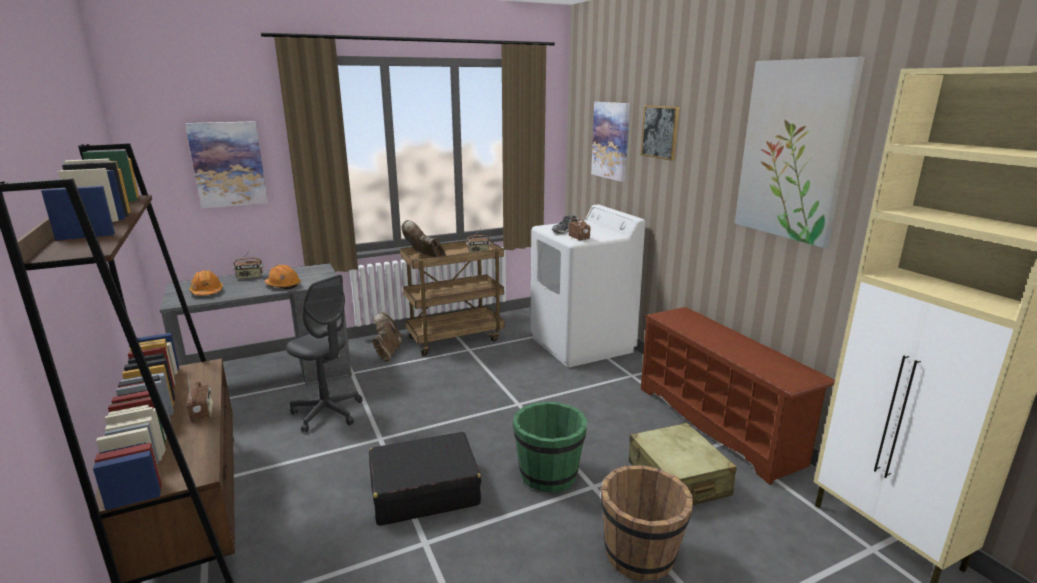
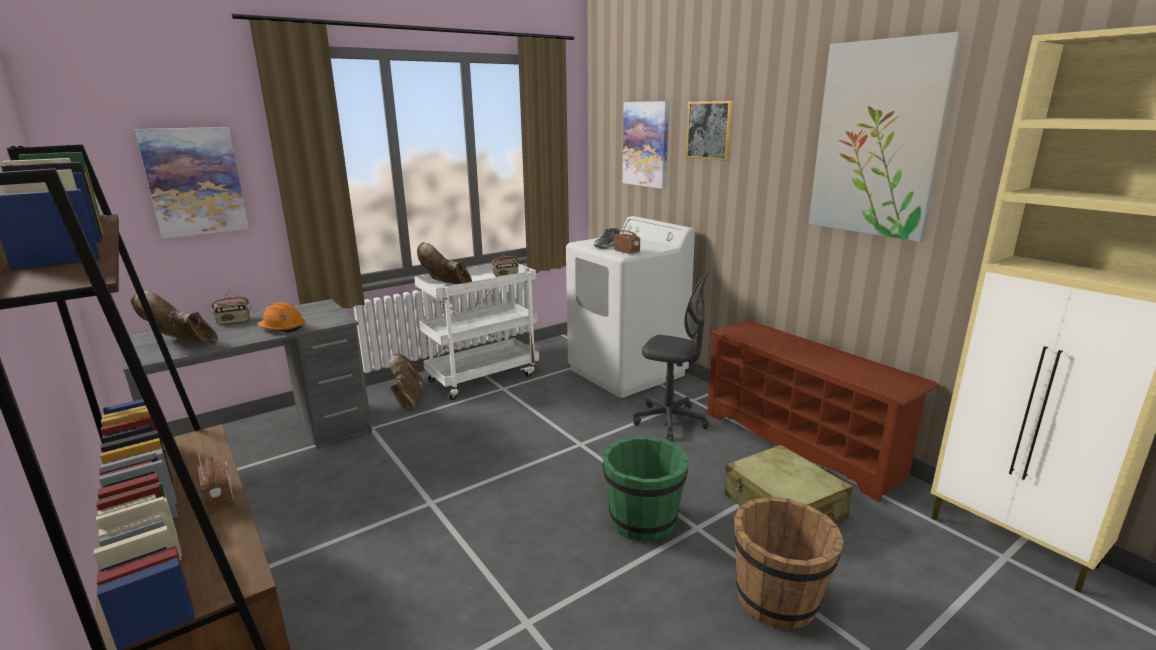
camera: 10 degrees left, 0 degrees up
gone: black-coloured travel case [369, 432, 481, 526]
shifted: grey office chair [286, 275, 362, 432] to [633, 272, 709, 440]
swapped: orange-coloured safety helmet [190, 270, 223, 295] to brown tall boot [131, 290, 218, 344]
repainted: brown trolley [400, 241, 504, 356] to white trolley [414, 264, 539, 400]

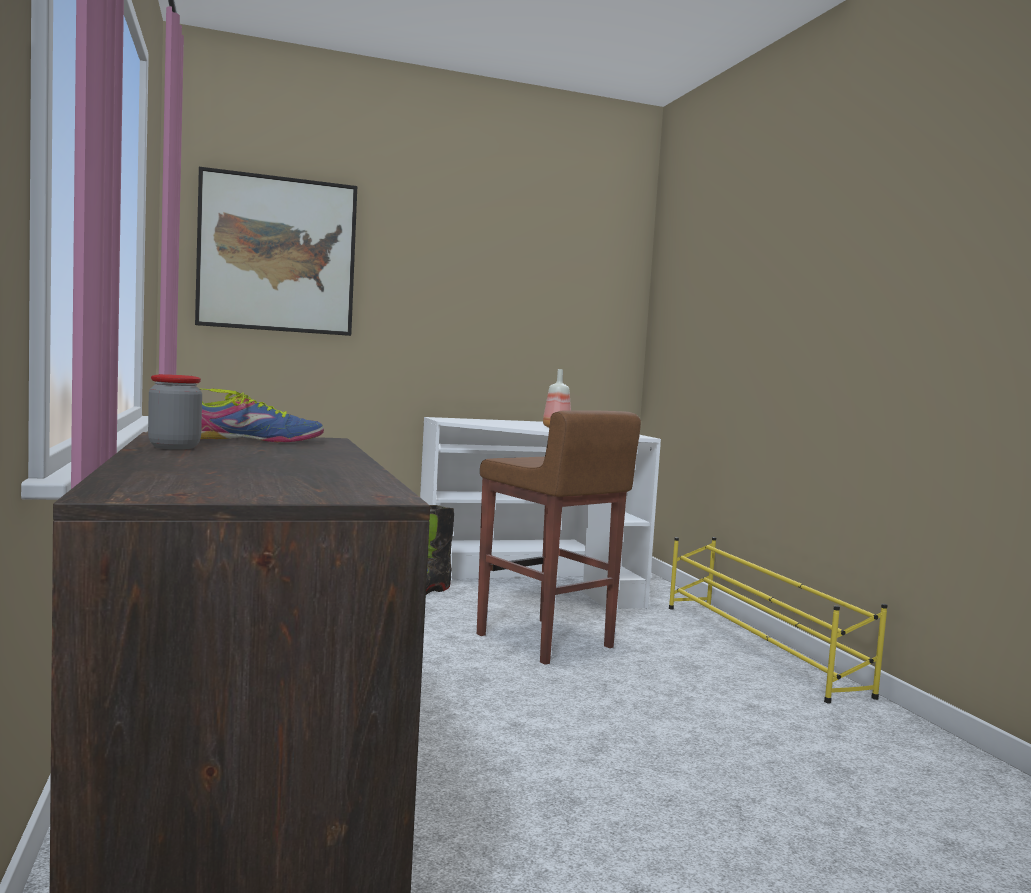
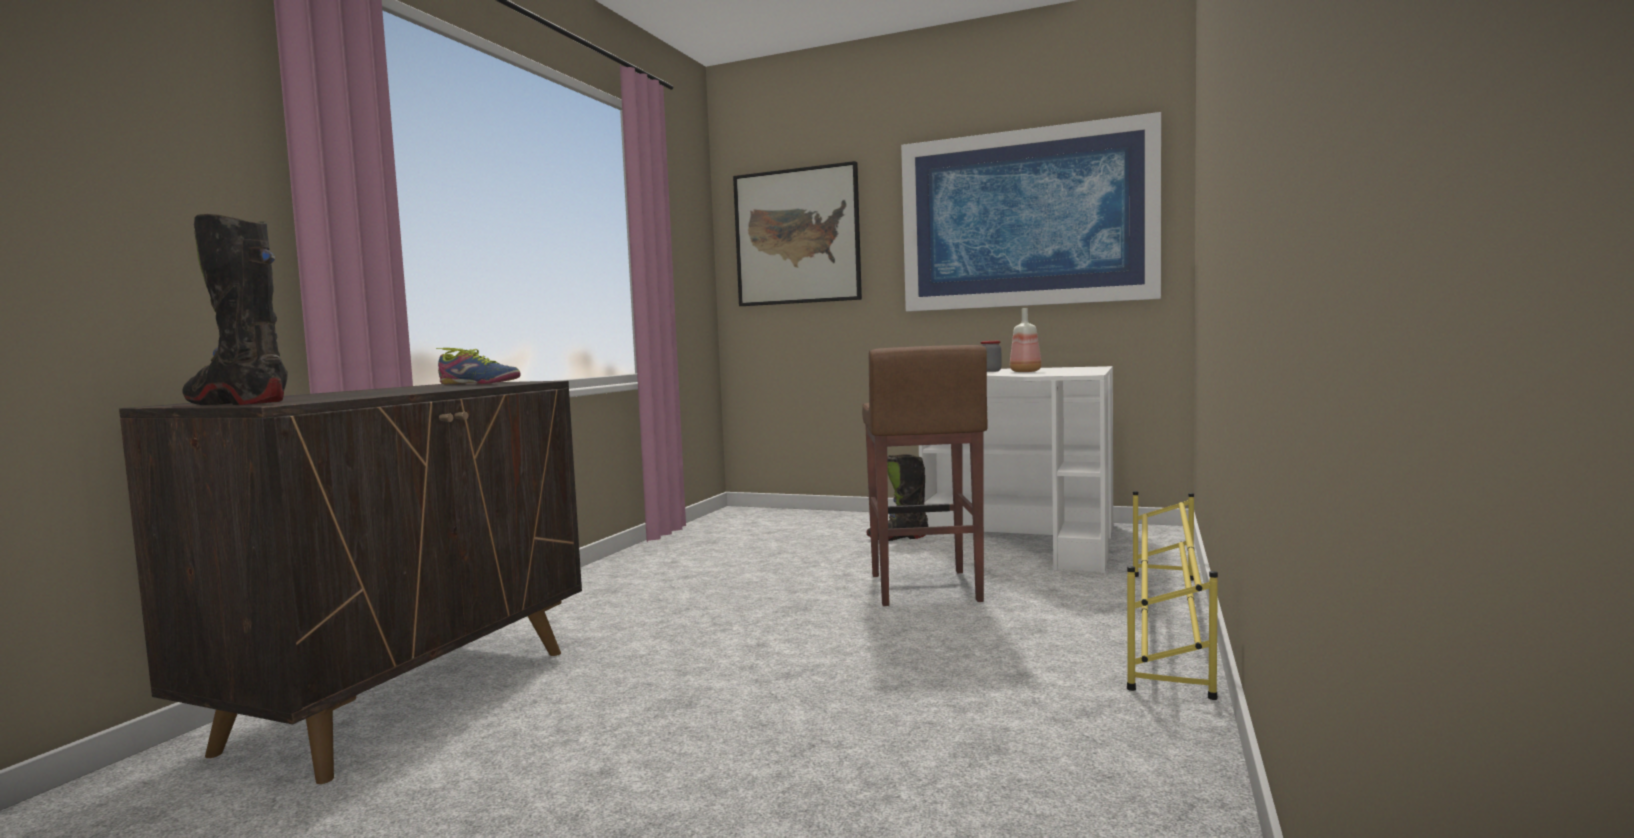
camera: 40 degrees right, 0 degrees up
new: black-coloured tall boot [182, 214, 288, 405]; wall art [901, 112, 1161, 312]
shifted: preserve jar [148, 374, 202, 449] to [980, 341, 1002, 372]

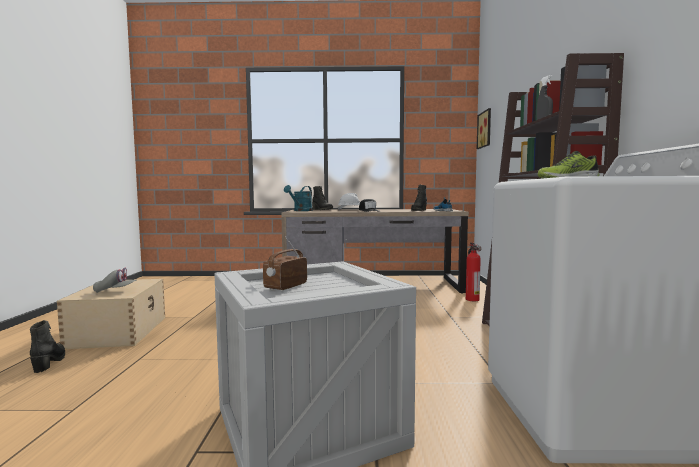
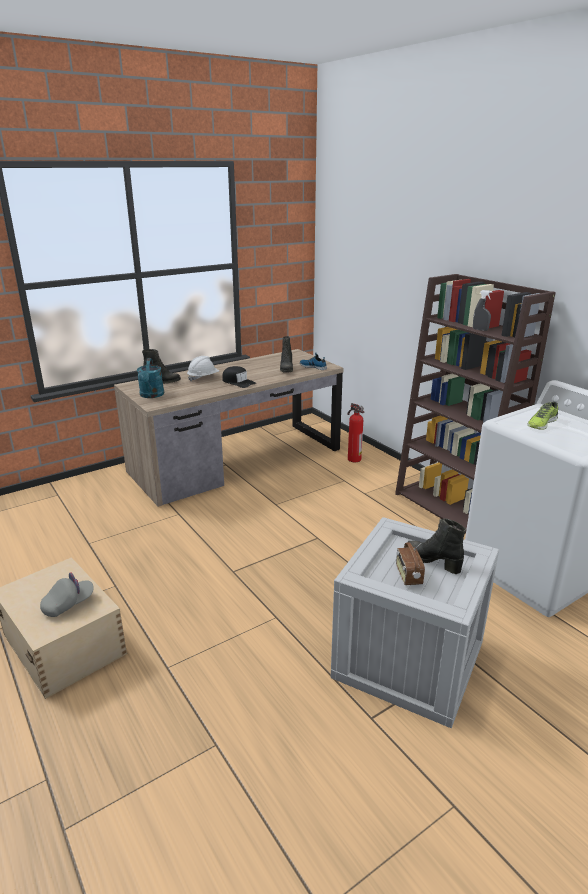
camera: 35 degrees left, 20 degrees up
gone: wall art [477, 108, 491, 149]
shifted: black-coloured tall boot [30, 320, 65, 373] to [408, 518, 466, 574]

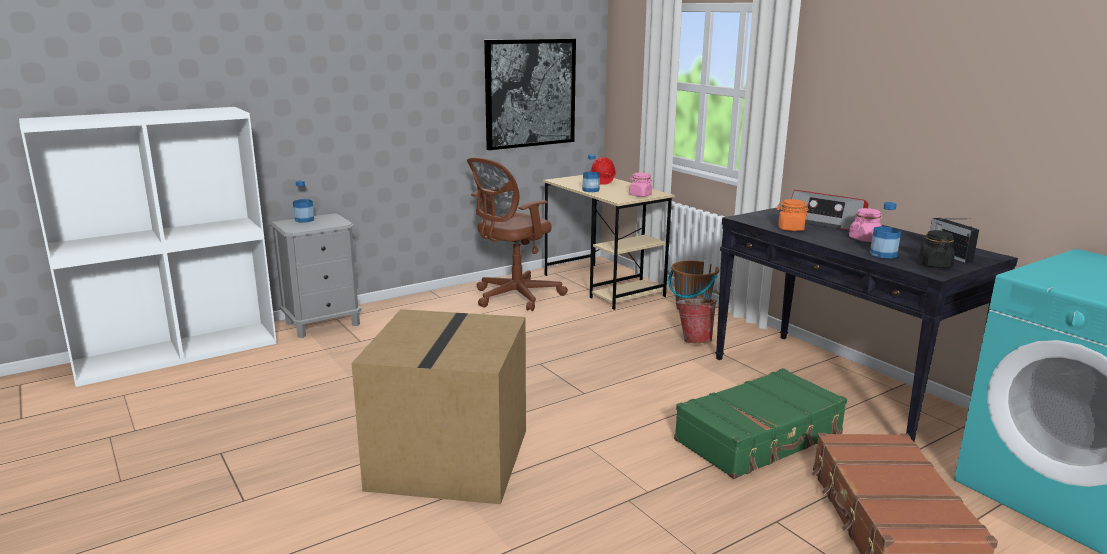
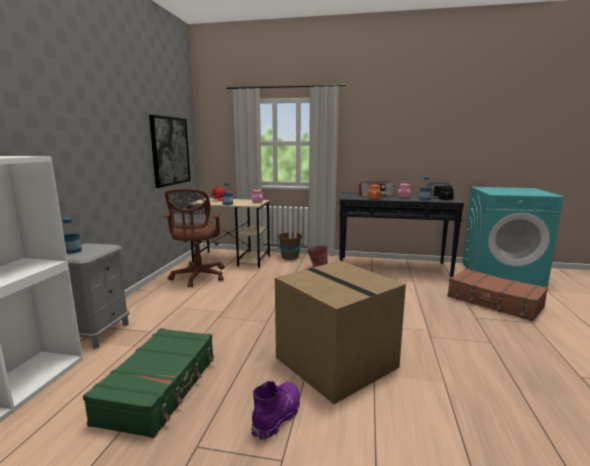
camera: 45 degrees left, 5 degrees down
new: purplish tall boot [251, 381, 300, 441]
shifted: green travel case [674, 368, 847, 479] to [83, 328, 214, 438]

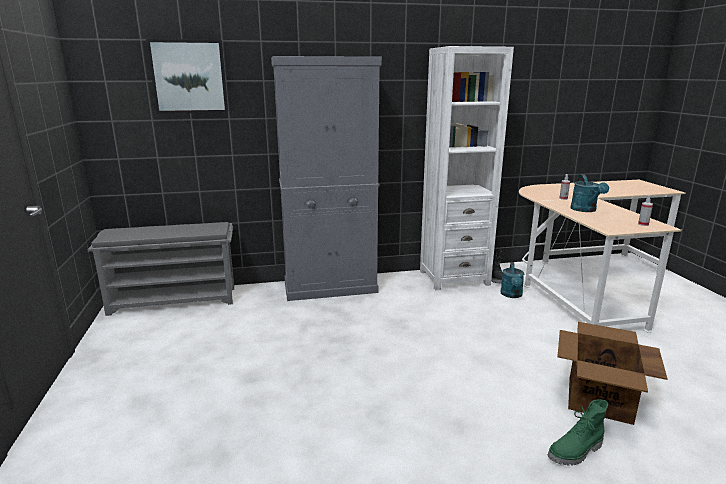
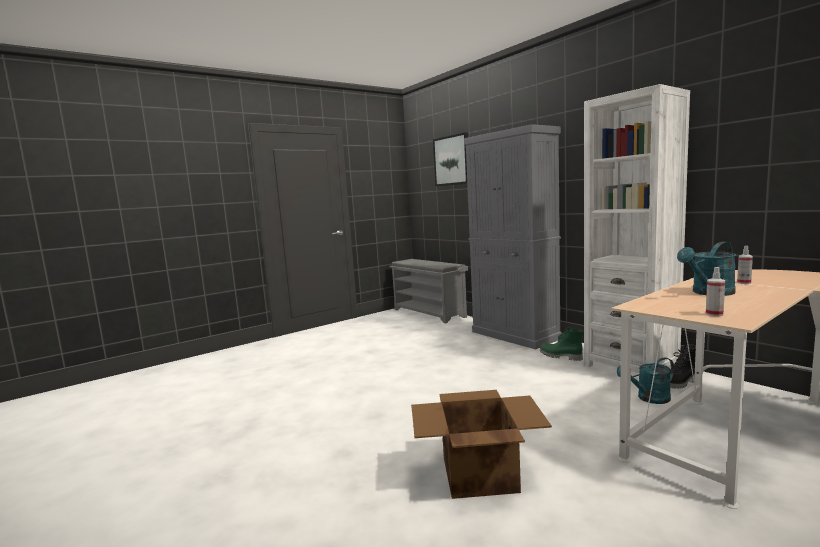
camera: 65 degrees right, 10 degrees down
shifted: green tall boot [548, 400, 608, 466] to [540, 328, 583, 361]

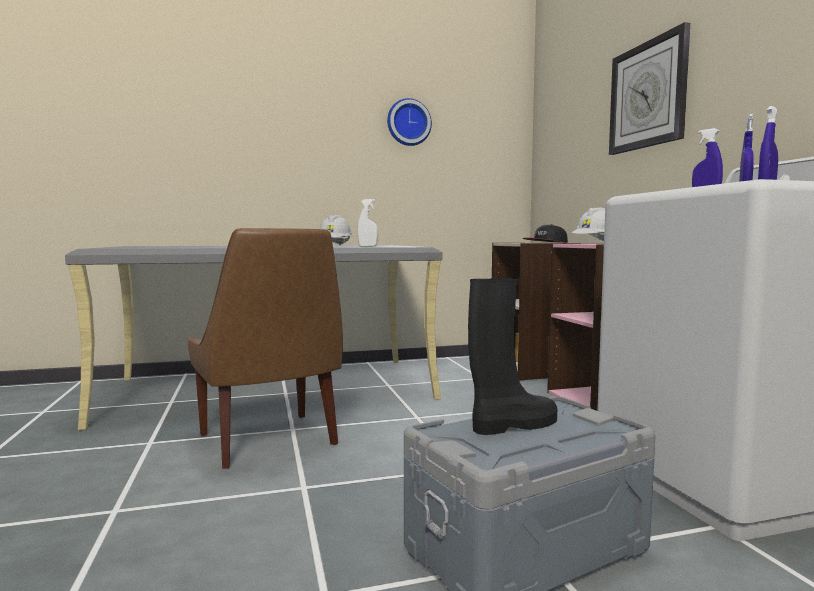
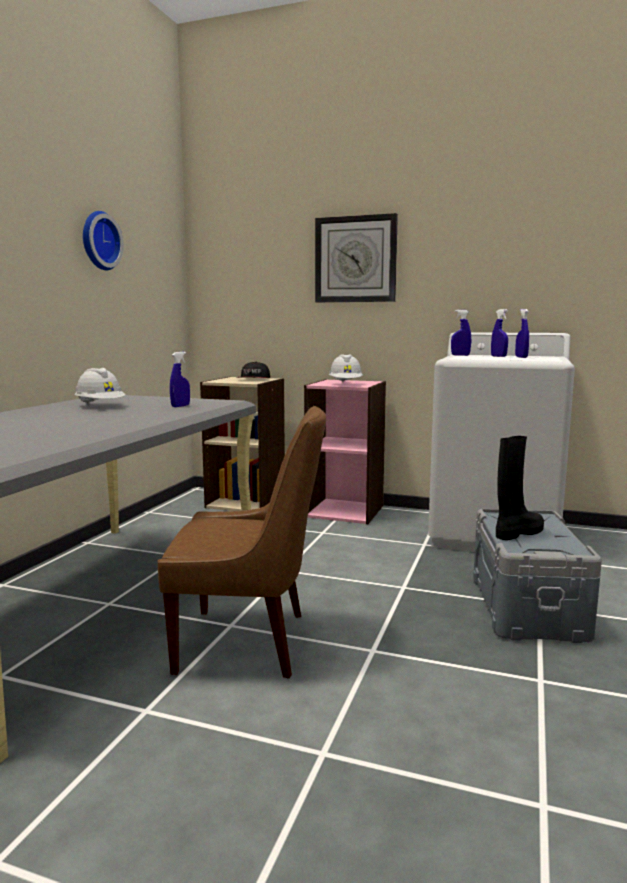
camera: 55 degrees left, 5 degrees up
repainted: white sprayer [357, 199, 378, 247] to bluish sprayer [170, 352, 190, 407]
rotated: black-coloured tall boot [468, 278, 557, 435] = [496, 436, 544, 540] 45 degrees clockwise

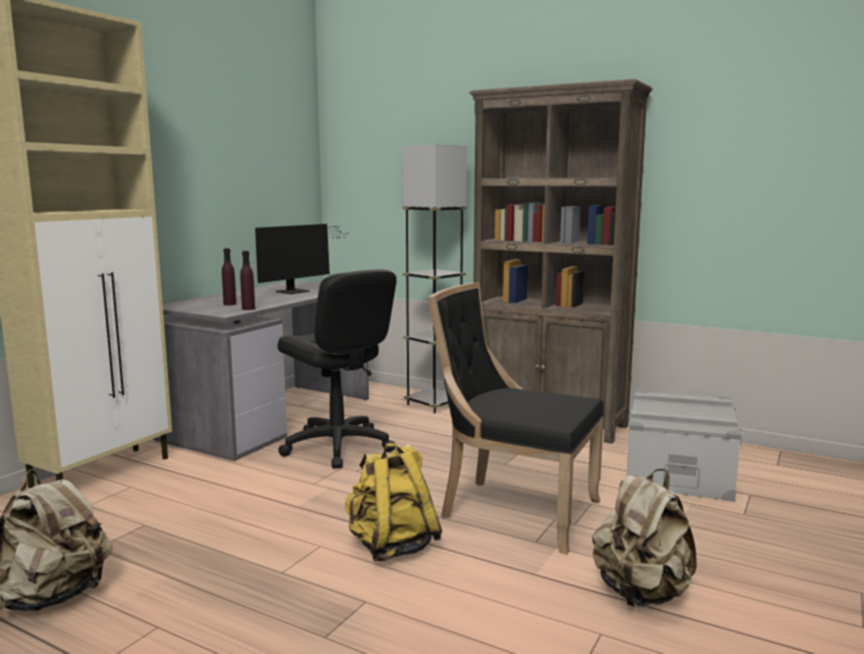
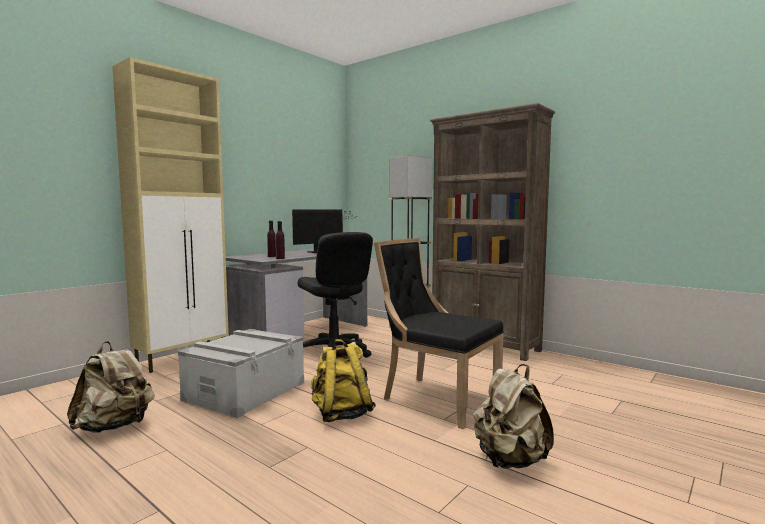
camera: 10 degrees right, 5 degrees down
shifted: grey storage box [627, 390, 743, 502] to [178, 329, 304, 418]

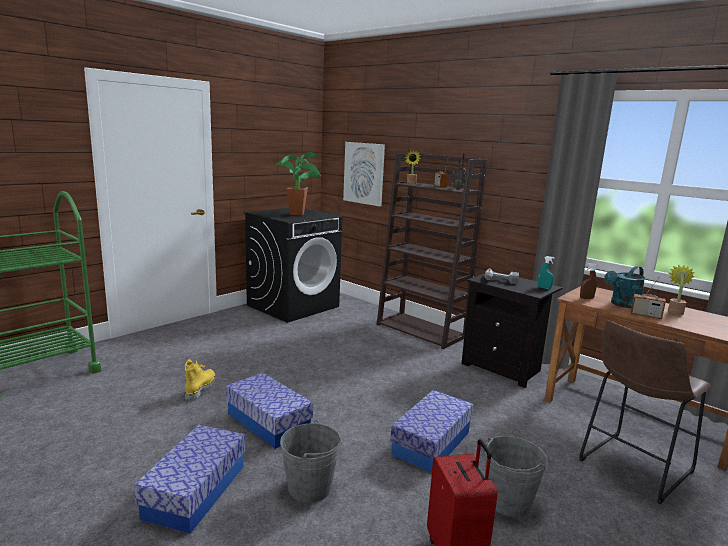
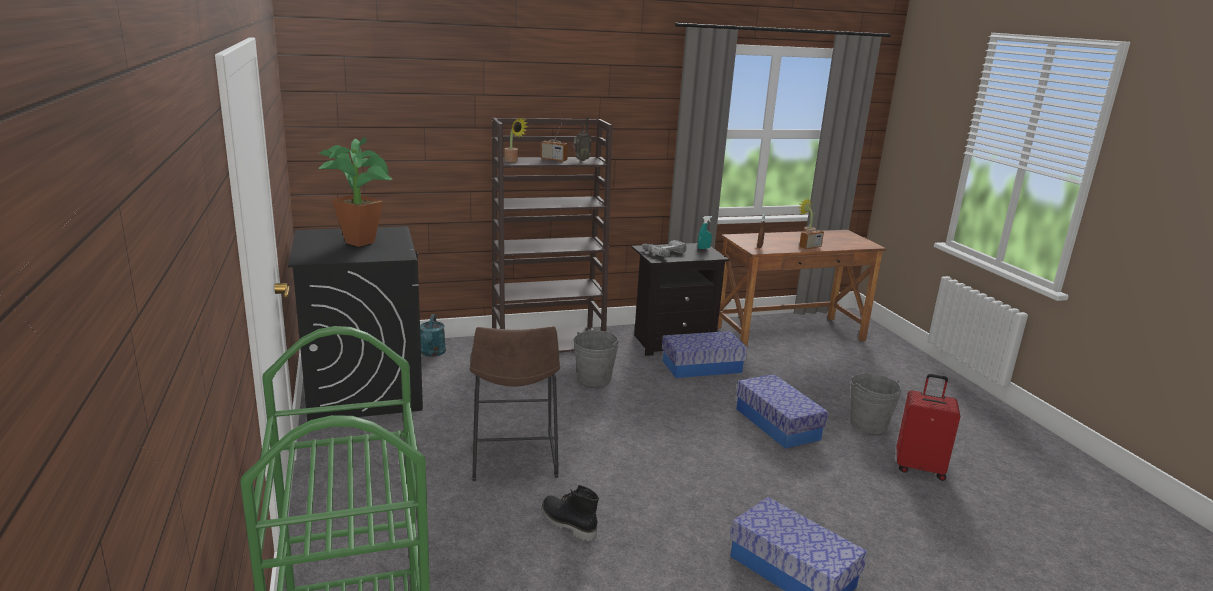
camera: 60 degrees left, 5 degrees up
gone: wall art [343, 142, 385, 206]
shifted: turquoise sprinkling can [604, 266, 646, 308] to [420, 314, 446, 357]; brown sitting stool [579, 320, 712, 504] to [470, 326, 560, 481]; grey pail [280, 420, 342, 503] to [573, 330, 619, 387]; storage box [226, 373, 313, 449] to [662, 331, 747, 378]
repainted: yellowish tall boot [185, 359, 216, 401] to black-coloured tall boot [542, 485, 599, 542]

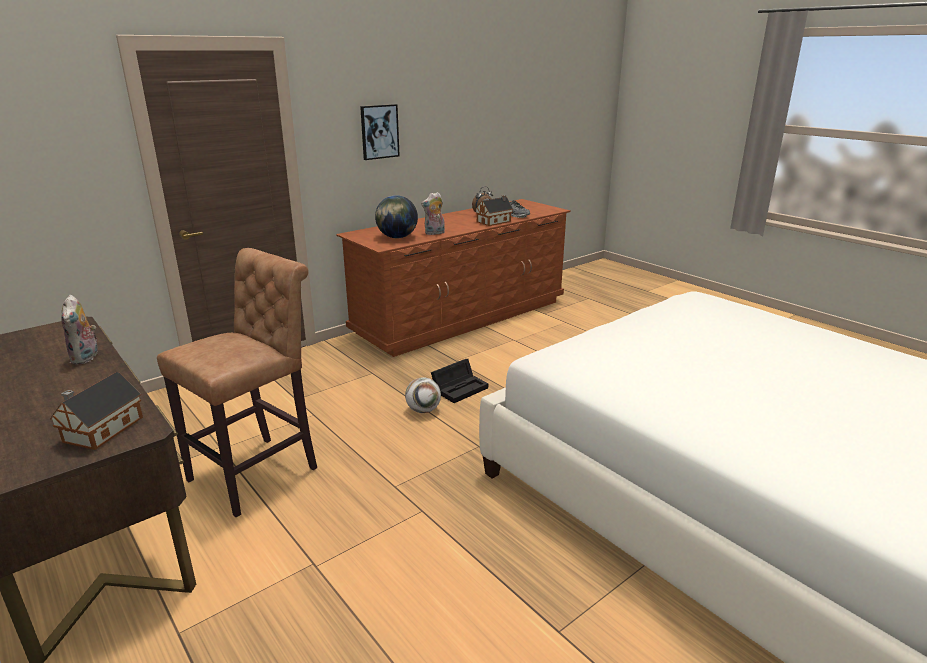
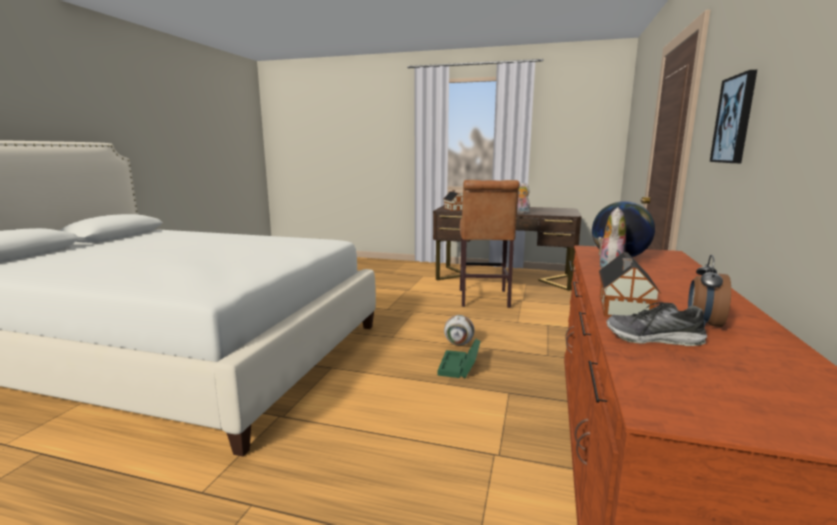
camera: 145 degrees right, 10 degrees down
repainted: black-coloured storage box [431, 359, 488, 403] to green storage box [438, 339, 481, 378]

